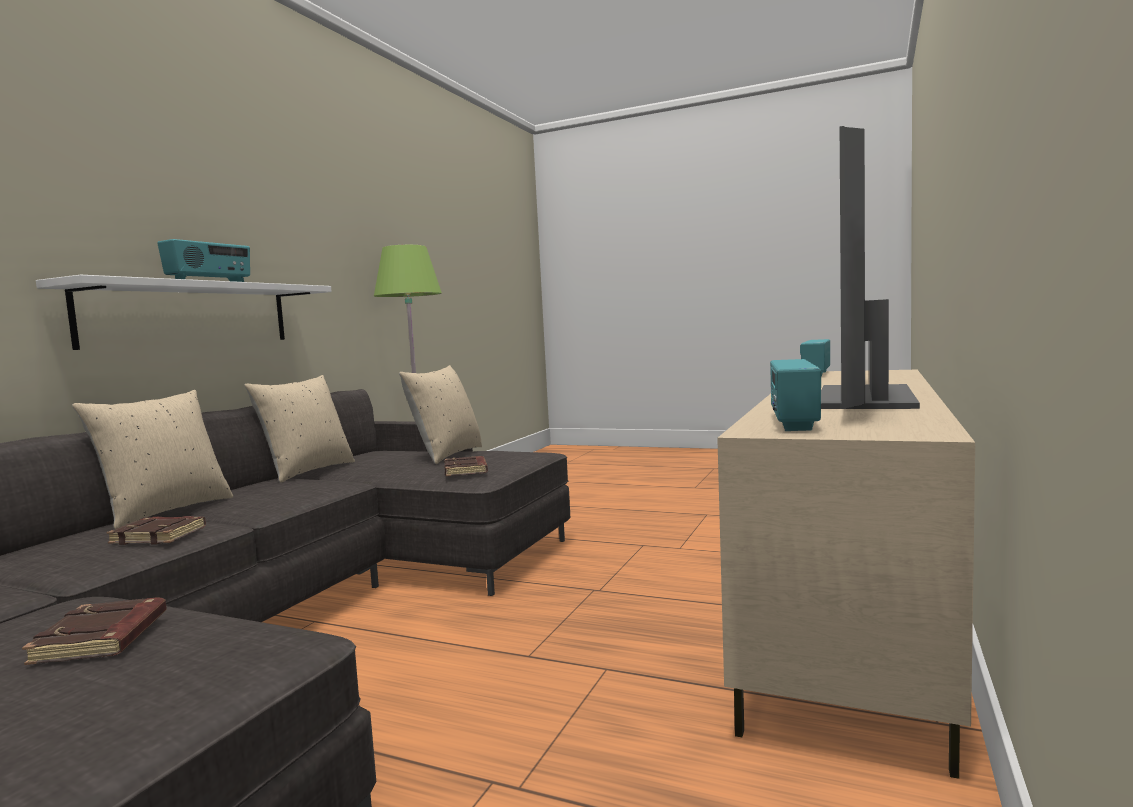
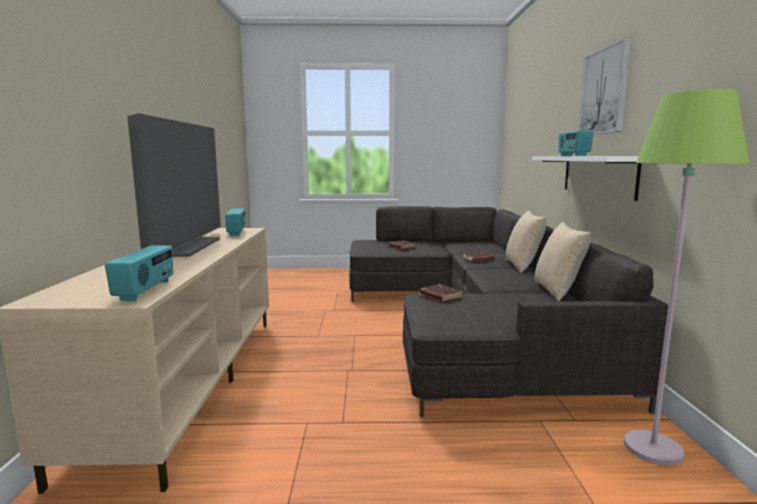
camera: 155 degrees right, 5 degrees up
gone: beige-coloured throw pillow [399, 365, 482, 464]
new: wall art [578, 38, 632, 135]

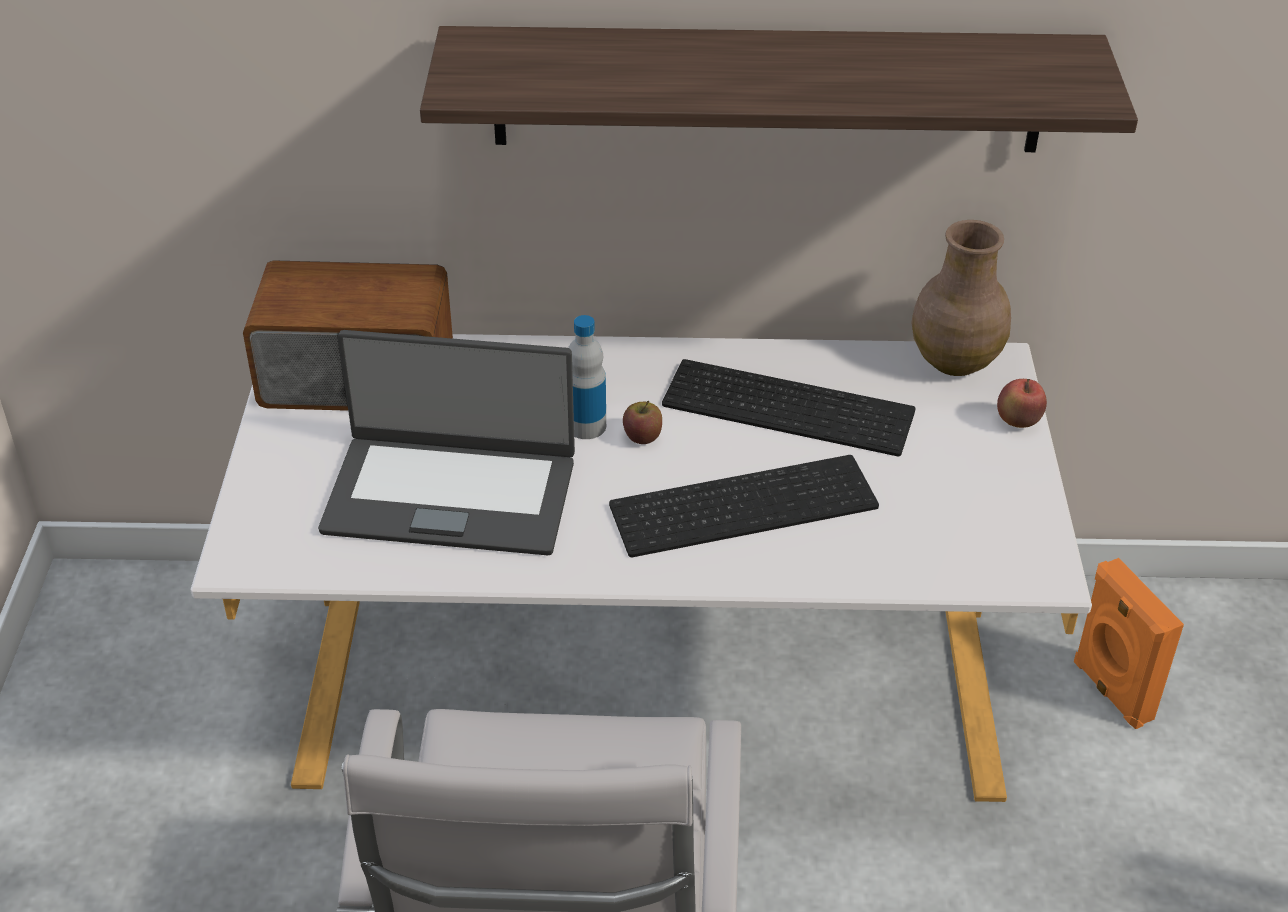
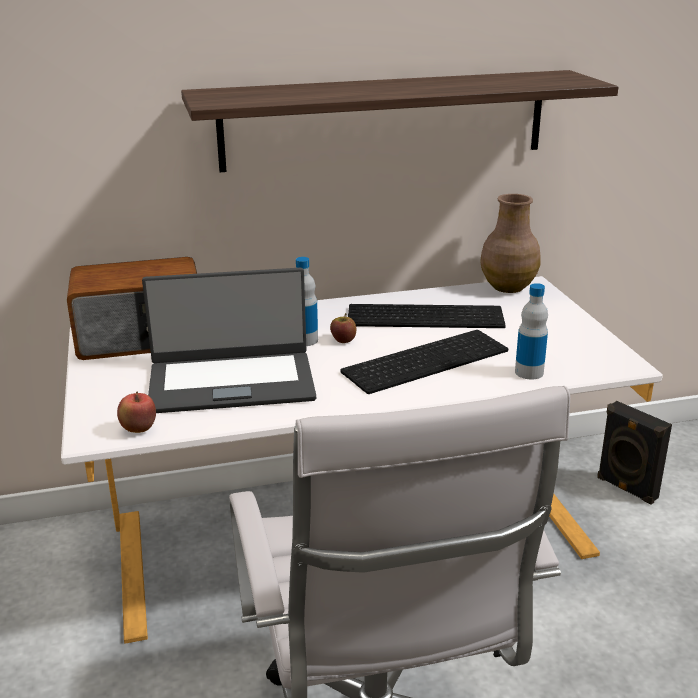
camera: 15 degrees left, 15 degrees down
new: beverage bottle [515, 283, 548, 379]
shifted: apple fruit [997, 379, 1047, 428] to [117, 392, 156, 433]
repainted: orange-coloured speaker [1074, 558, 1184, 729] to black-coloured speaker [597, 401, 672, 505]

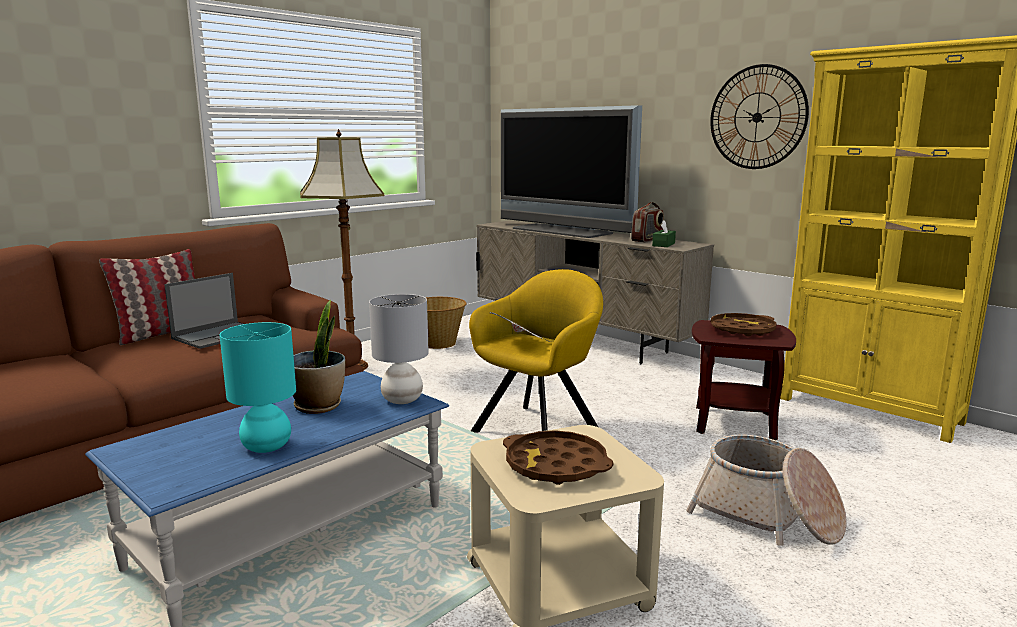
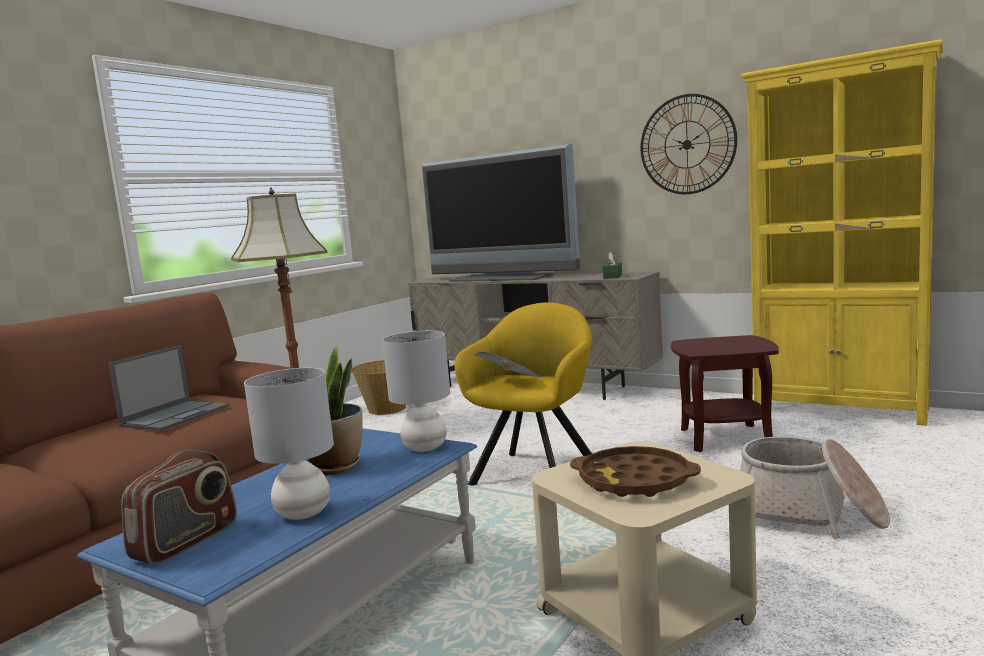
camera: 10 degrees left, 5 degrees down
gone: throw pillow [99, 249, 195, 345]; brown tray [711, 313, 776, 336]
shifted: radio set [631, 202, 664, 242] to [121, 450, 237, 565]
repainted: turquoise lamp for a table [220, 322, 296, 453] to grey lamp for a table [244, 368, 334, 520]

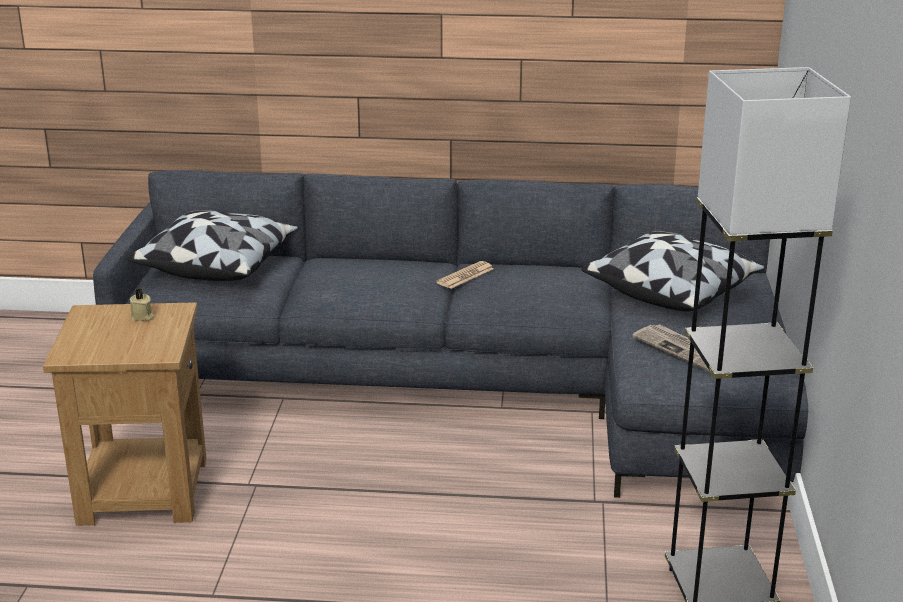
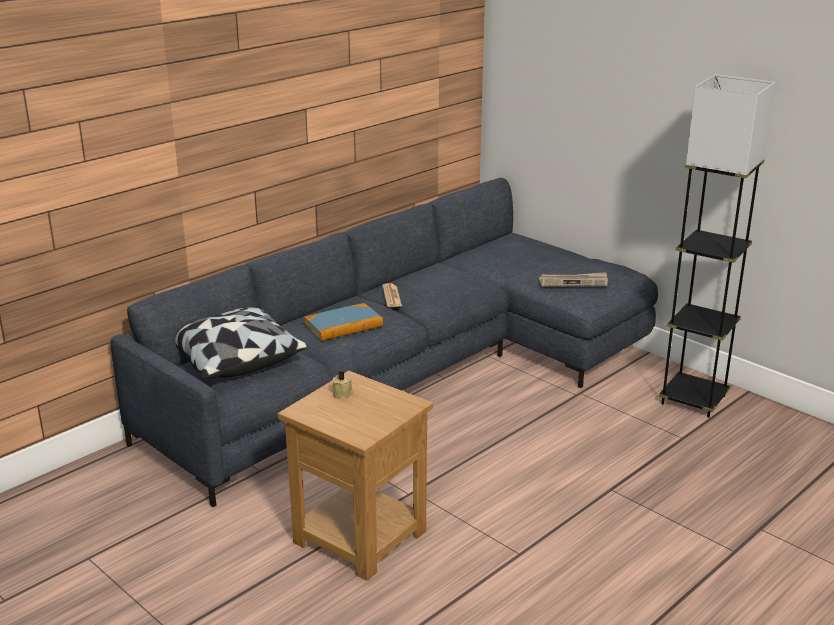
camera: 50 degrees left, 0 degrees up
gone: throw pillow [581, 231, 766, 311]
new: volume [304, 303, 383, 341]

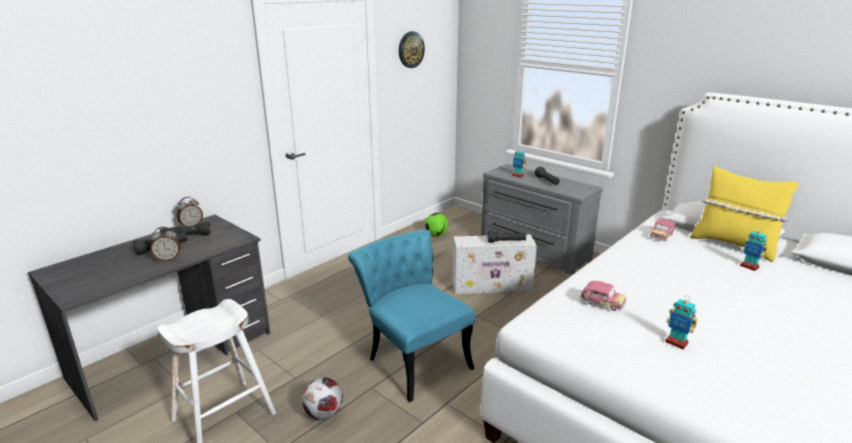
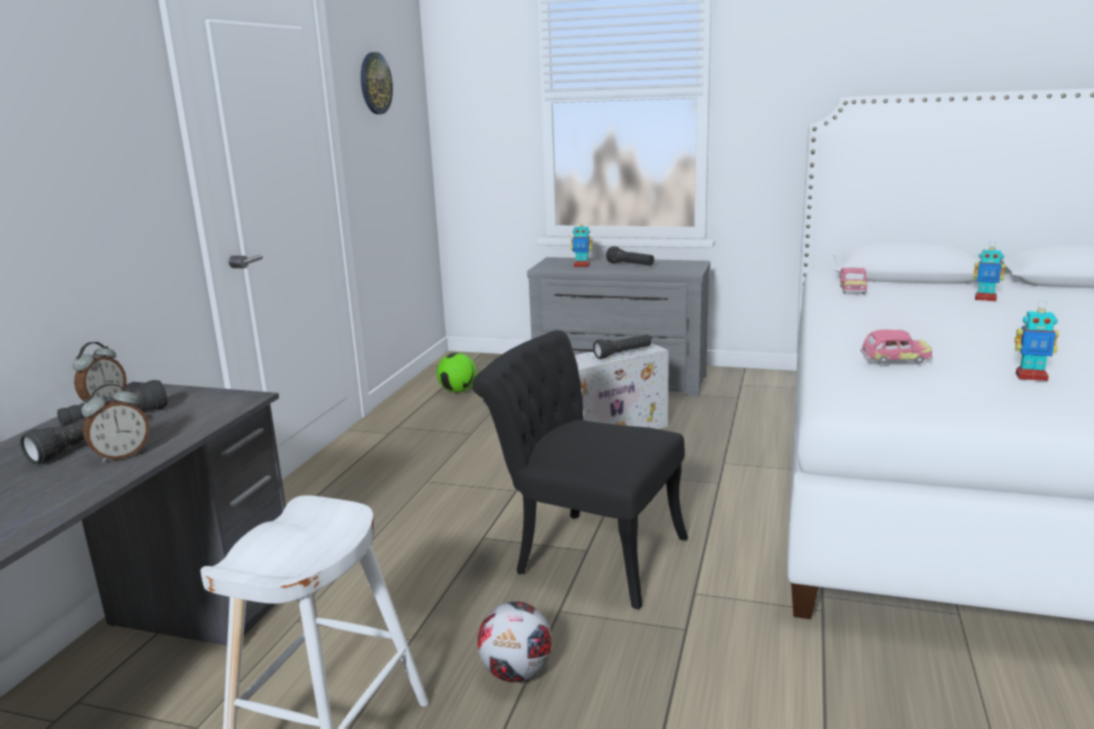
camera: 25 degrees left, 5 degrees down
gone: yellowish throw pillow [690, 166, 799, 262]
repainted: turquoise chair [348, 230, 475, 402] to black-coloured chair [472, 330, 688, 610]

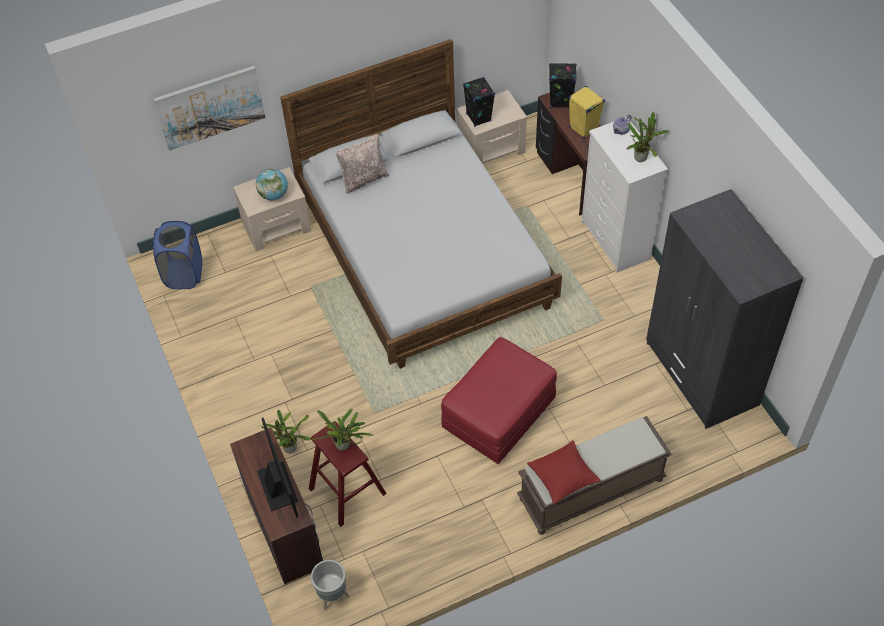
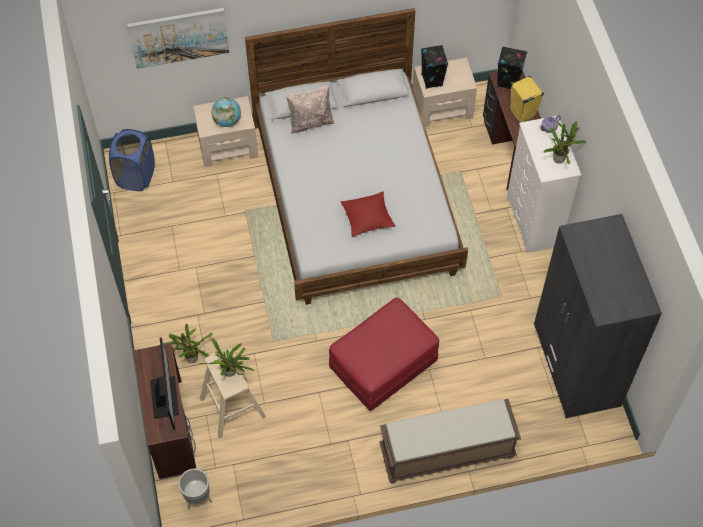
camera: 10 degrees right, 5 degrees up
shifted: red throw pillow [527, 440, 601, 505] to [341, 191, 395, 237]
repainted: red sitting stool [309, 421, 387, 527] to beige-coloured sitting stool [200, 348, 266, 439]

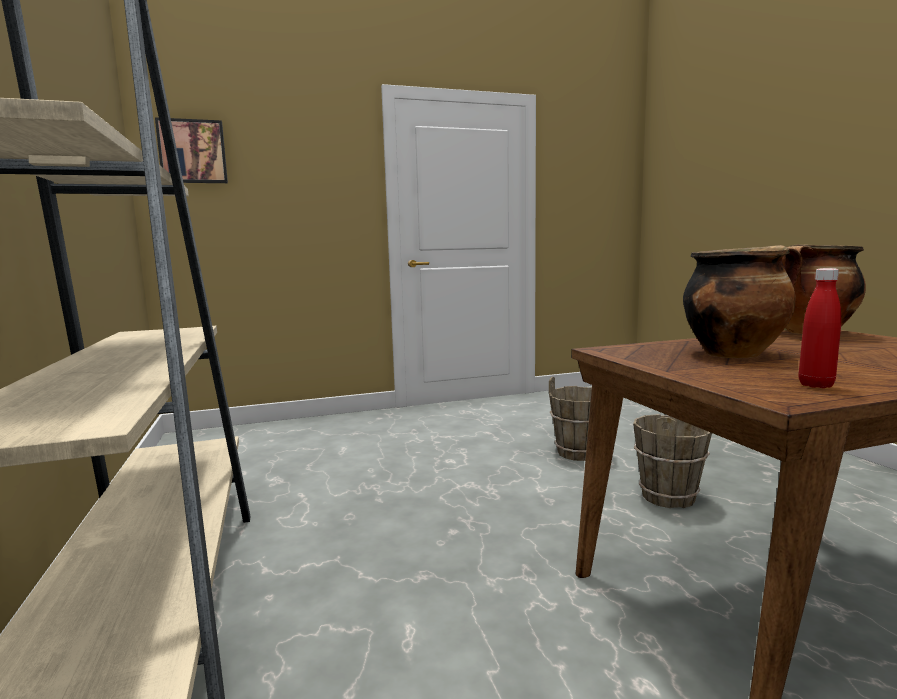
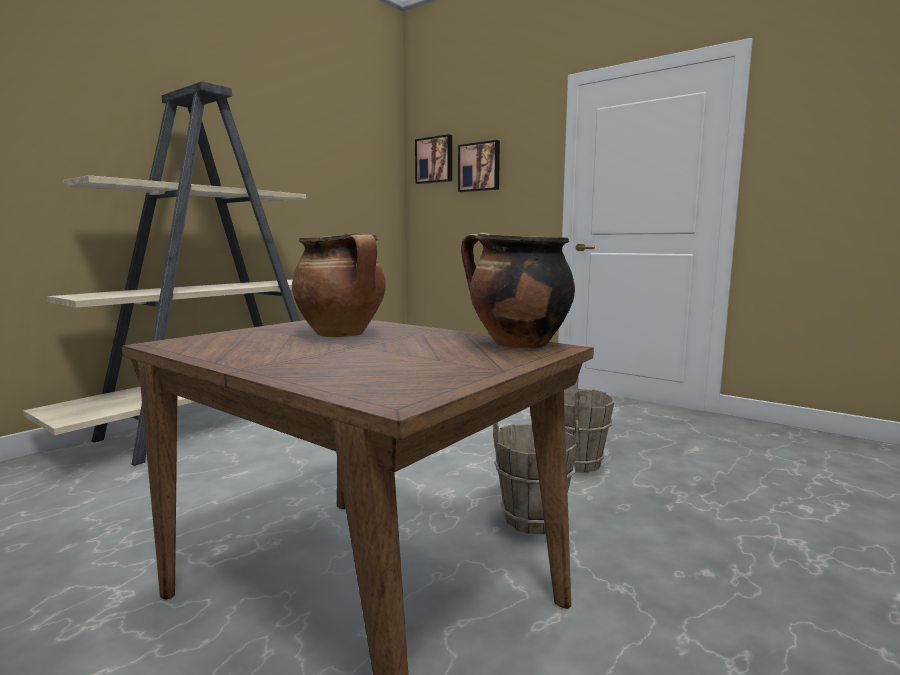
camera: 55 degrees right, 0 degrees up
gone: red beverage bottle [798, 268, 841, 388]
new: wall art [458, 140, 500, 192]

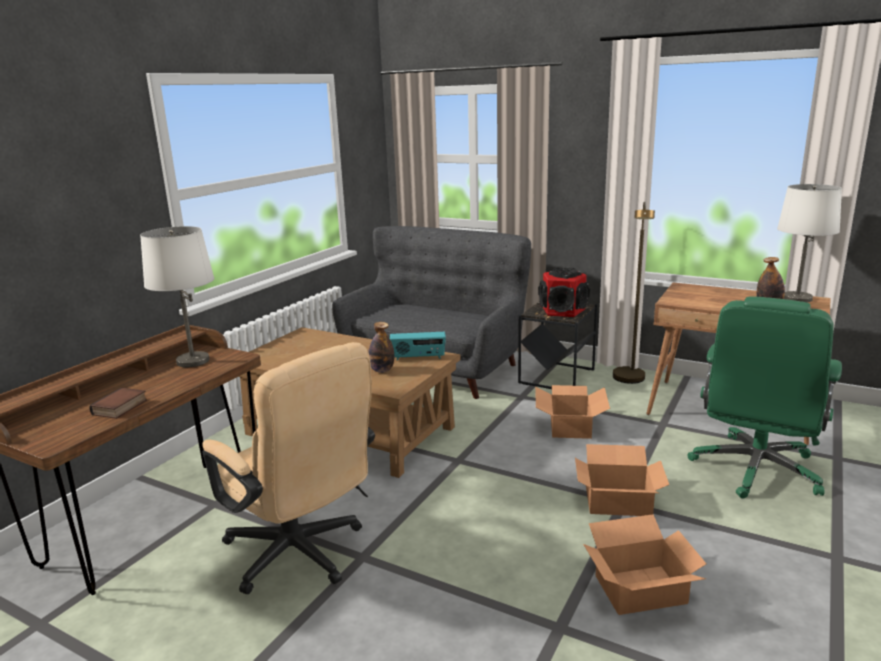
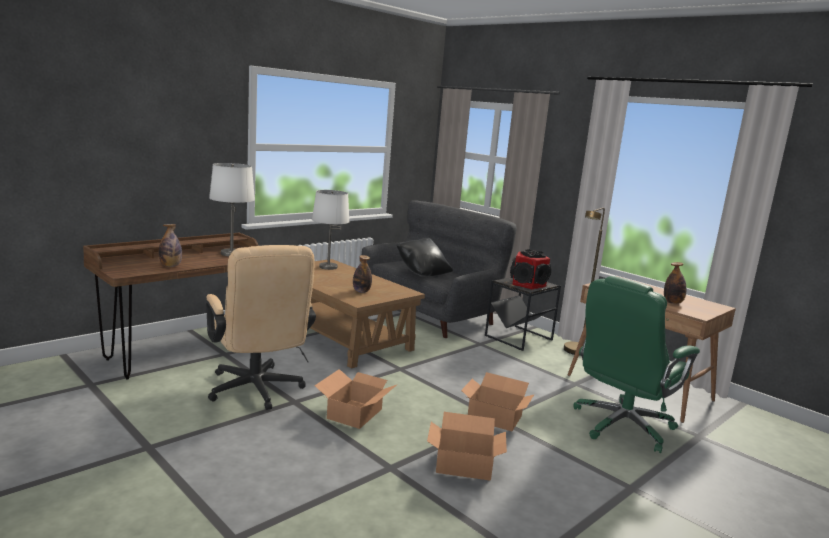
camera: 15 degrees right, 5 degrees down
gone: radio set [389, 332, 446, 361]
new: black-coloured throw pillow [397, 238, 453, 277]
shifted: white lamp for a table [777, 184, 842, 302] to [312, 190, 349, 270]; packing box [535, 385, 610, 439] to [315, 369, 398, 429]
swapped: volume [89, 388, 147, 419] to beverage bottle [159, 224, 182, 267]

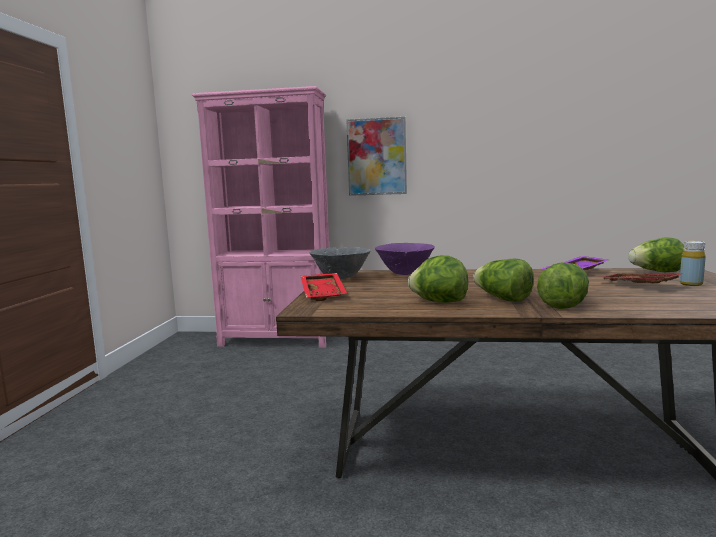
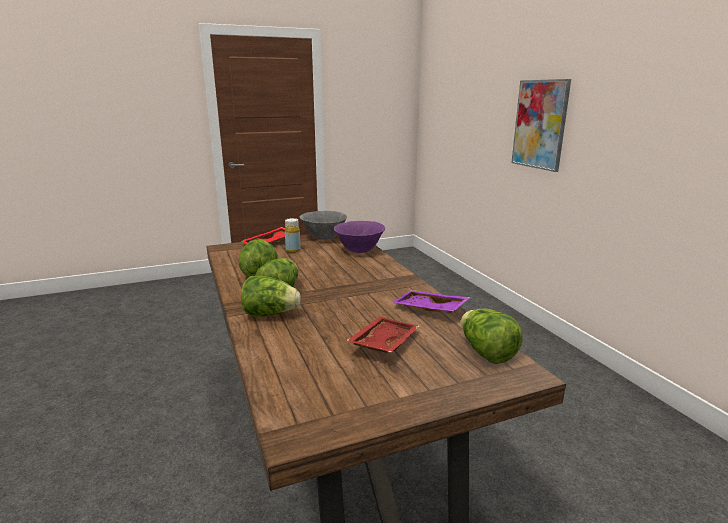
camera: 60 degrees right, 10 degrees up
gone: pink-coloured bookcase [192, 86, 329, 348]
shifted: yellowish beverage bottle [680, 241, 706, 286] to [285, 218, 301, 253]

